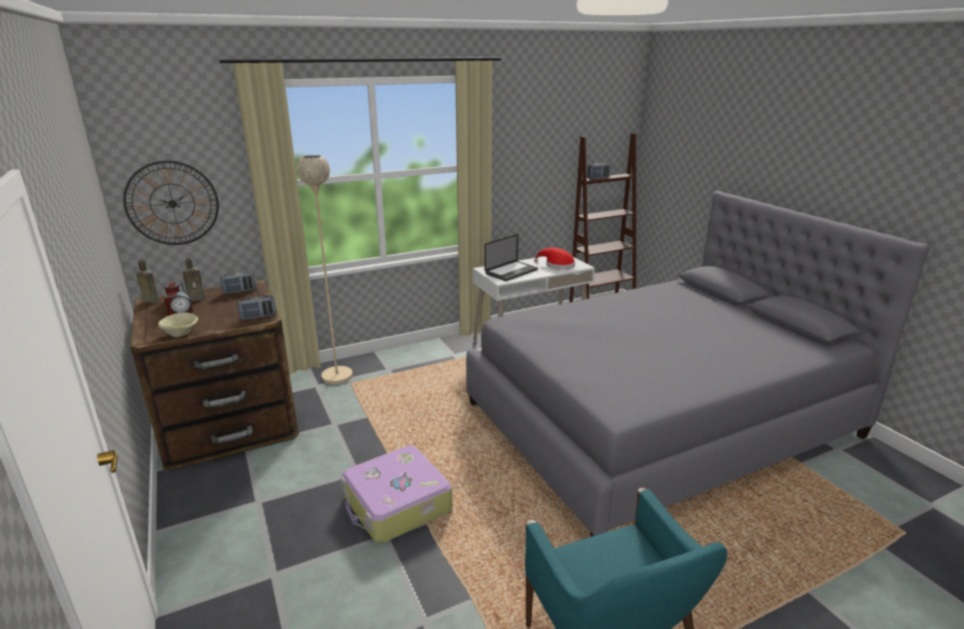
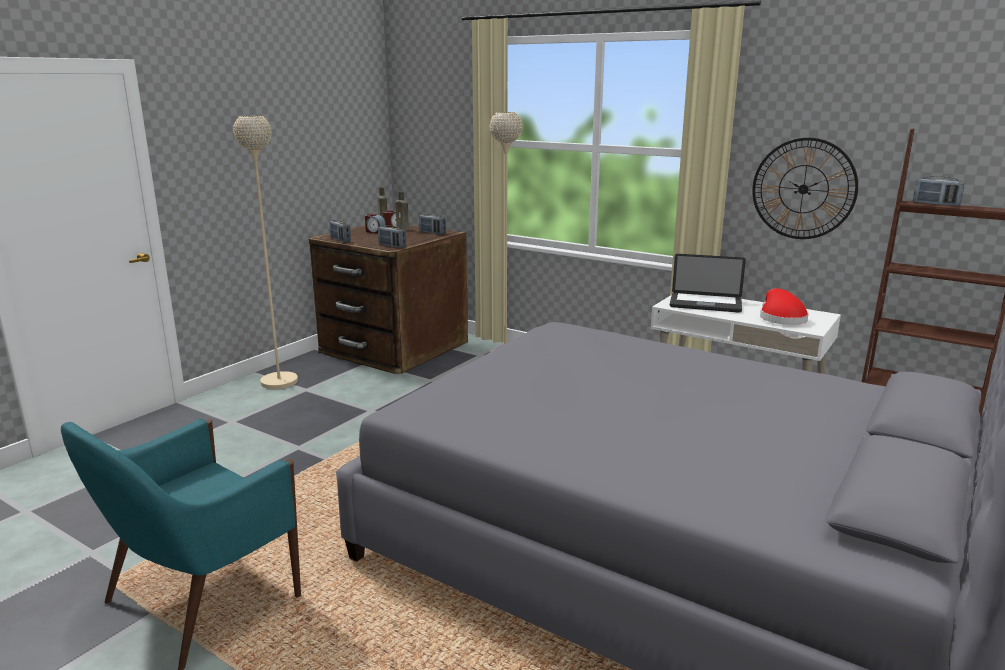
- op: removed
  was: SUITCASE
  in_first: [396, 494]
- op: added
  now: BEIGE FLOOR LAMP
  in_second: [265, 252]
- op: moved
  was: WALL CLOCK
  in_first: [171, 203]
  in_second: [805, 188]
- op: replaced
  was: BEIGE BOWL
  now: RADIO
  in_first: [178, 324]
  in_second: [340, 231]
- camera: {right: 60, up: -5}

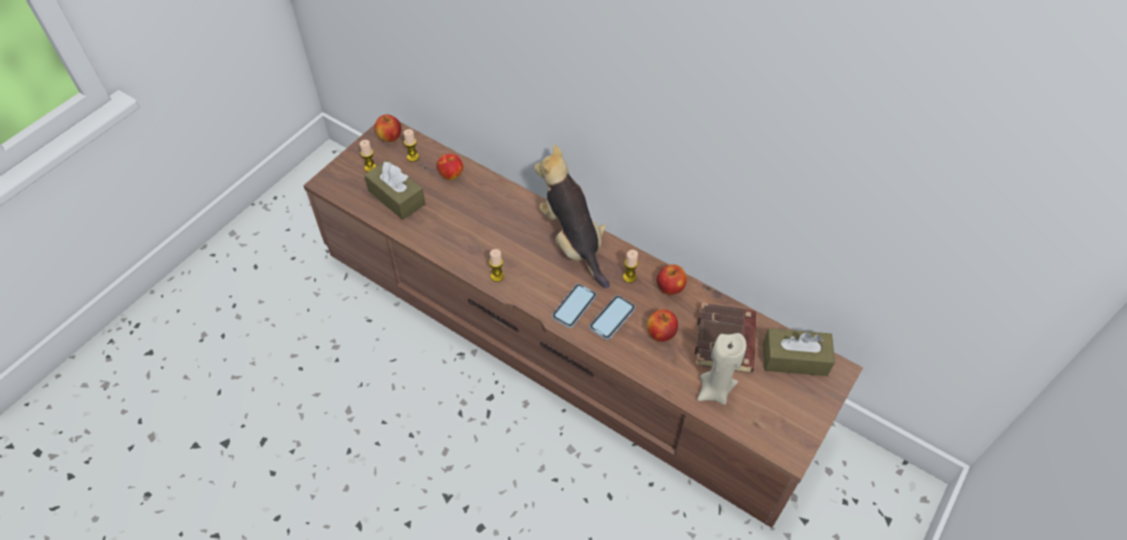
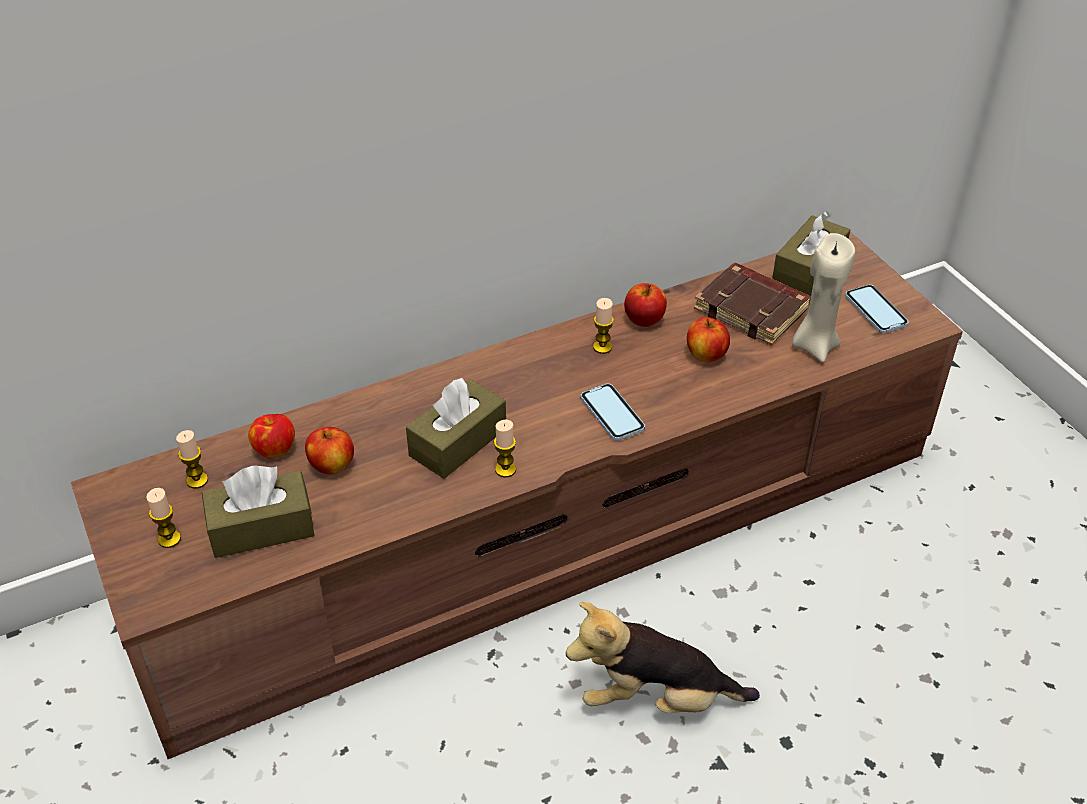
- op: added
  now: BROWN TISSUE BOX
  in_second: [456, 428]
- op: moved
  was: APPLE
  in_first: [388, 128]
  in_second: [329, 450]
- op: moved
  was: PLUSH TOY
  in_first: [572, 216]
  in_second: [663, 657]
- op: moved
  was: PHONE
  in_first: [612, 317]
  in_second: [877, 308]
- camera: {right: -60, up: -10}

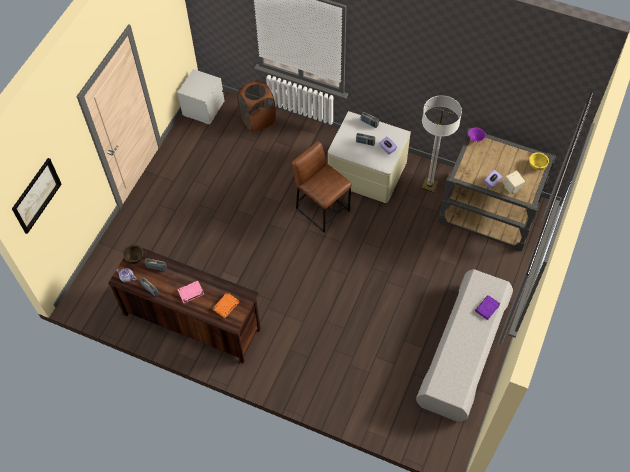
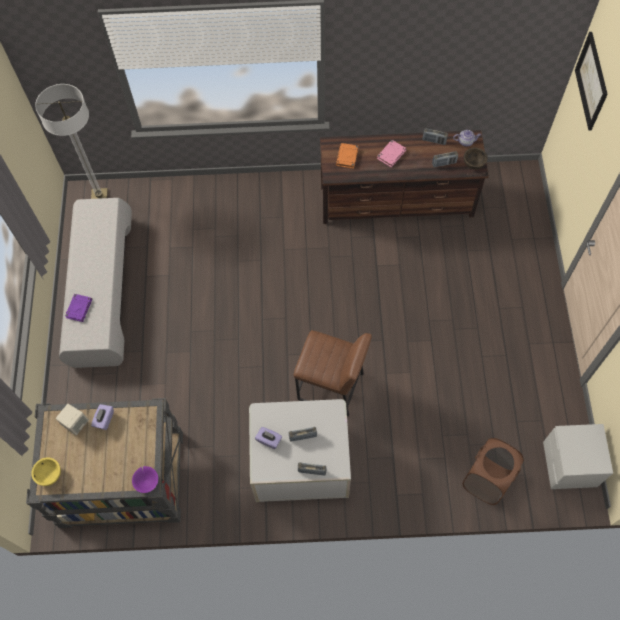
- op: moved
  was: FLOOR LAMP
  in_first: [441, 144]
  in_second: [71, 141]
- camera: {right: 155, up: 5}

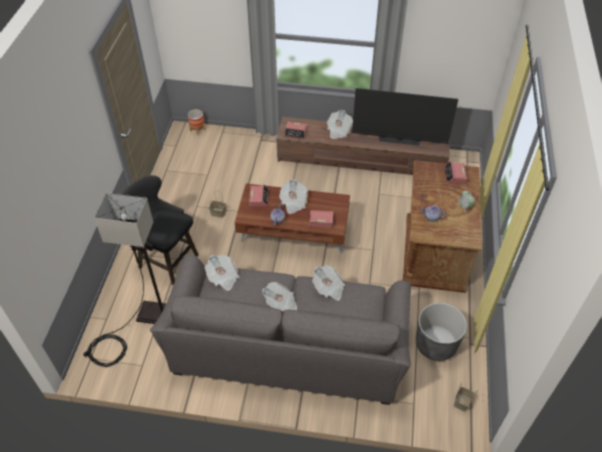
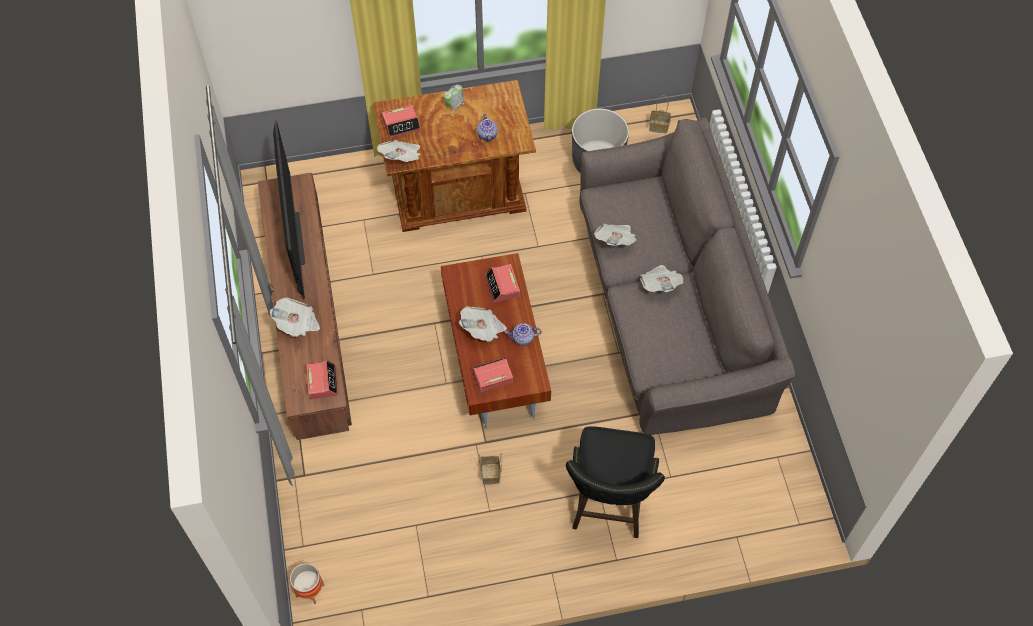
- op: removed
  was: FLOOR LAMP
  in_first: [124, 280]
- op: moved
  was: NEWSPAPER
  in_first: [222, 272]
  in_second: [399, 151]
- camera: {right: -110, up: 10}

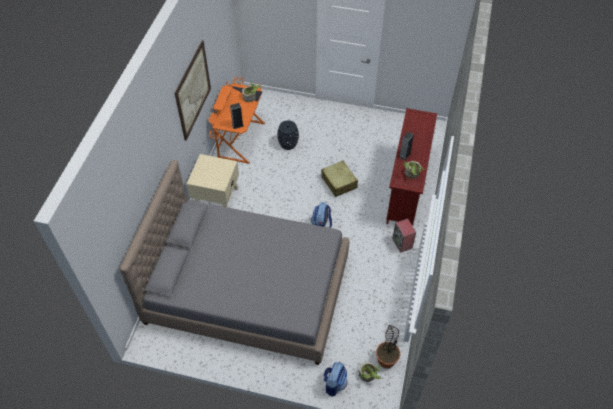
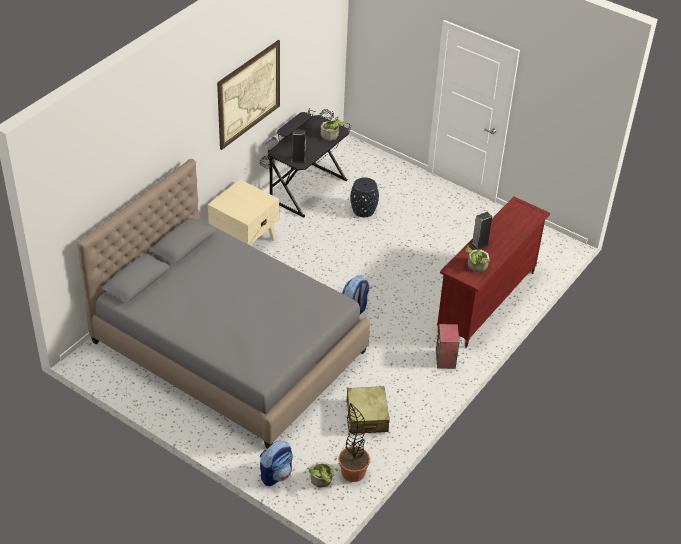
- op: moved
  was: BEIGE SUITCASE
  in_first: [339, 179]
  in_second: [368, 410]
- op: recoloured
  was: ORANGE DESK
  now: BLACK DESK
  in_first: [236, 120]
  in_second: [305, 163]
- camera: {right: 20, up: -10}

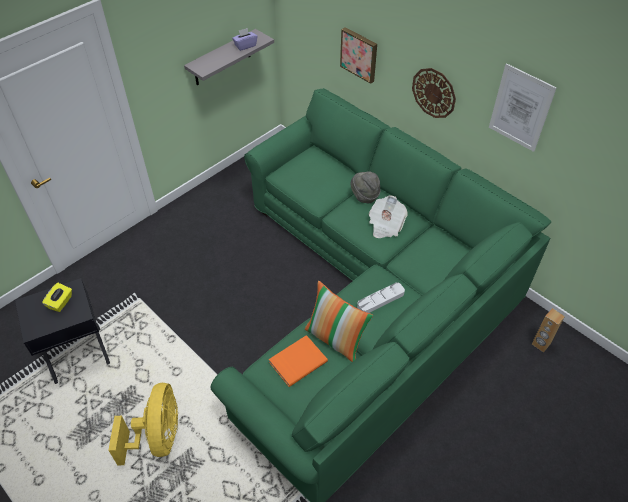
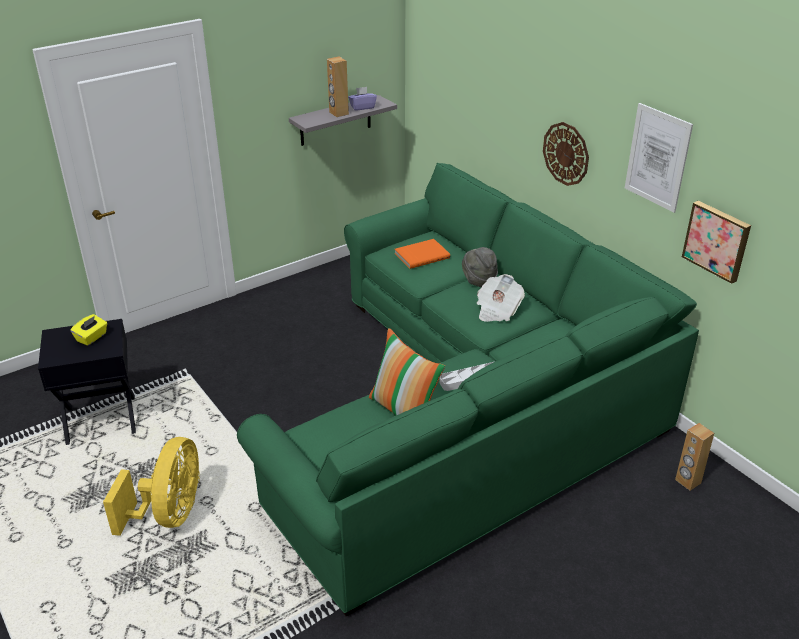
- op: added
  now: BROWN SPEAKER
  in_second: [338, 87]
- op: moved
  was: ORANGE BOOK
  in_first: [298, 361]
  in_second: [422, 254]
- op: moved
  was: PICTURE
  in_first: [358, 55]
  in_second: [716, 242]
- camera: {right: 10, up: -15}

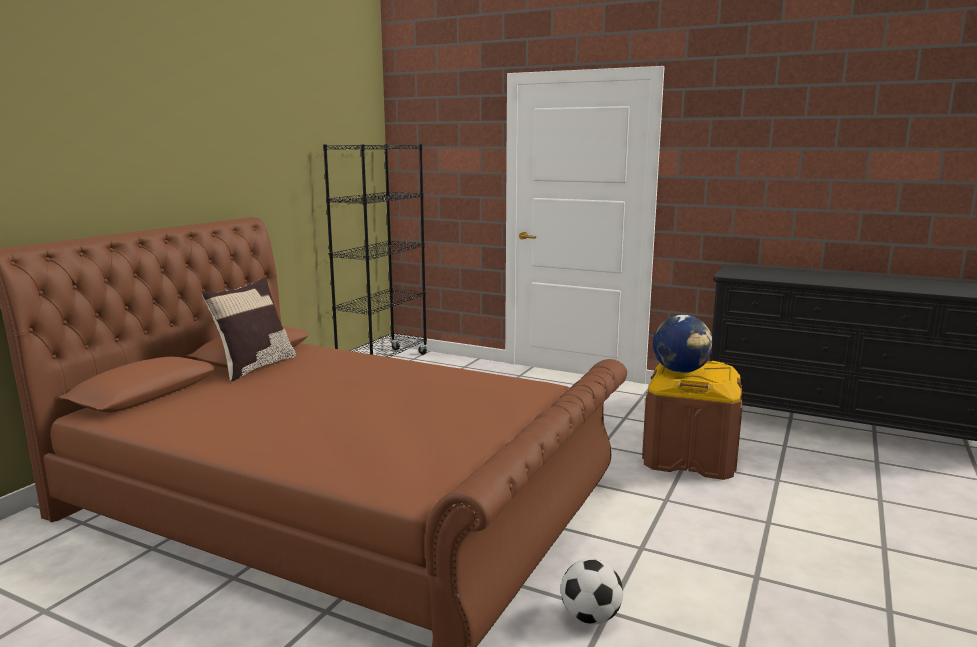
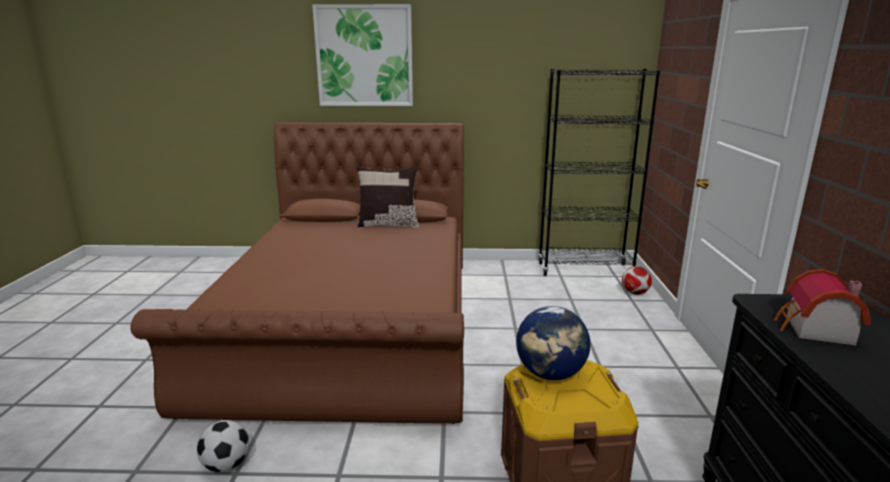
- op: added
  now: PICTURE
  in_second: [362, 55]
- op: added
  now: FOOTBALL
  in_second: [637, 280]
- op: added
  now: TOY HOUSE
  in_second: [822, 307]
- camera: {right: 65, up: 5}

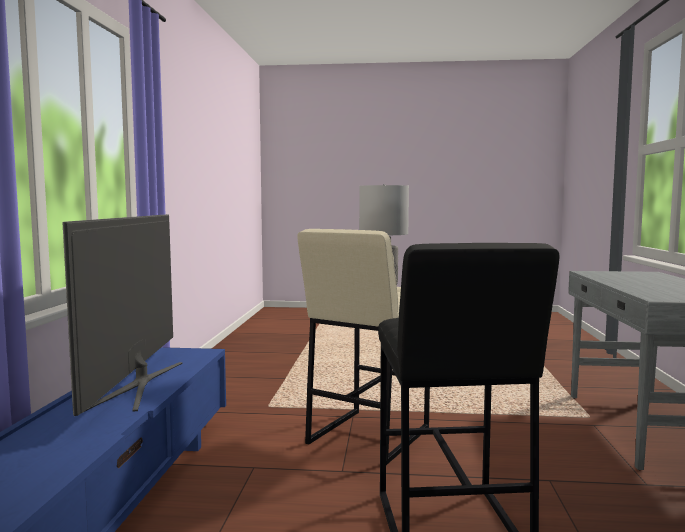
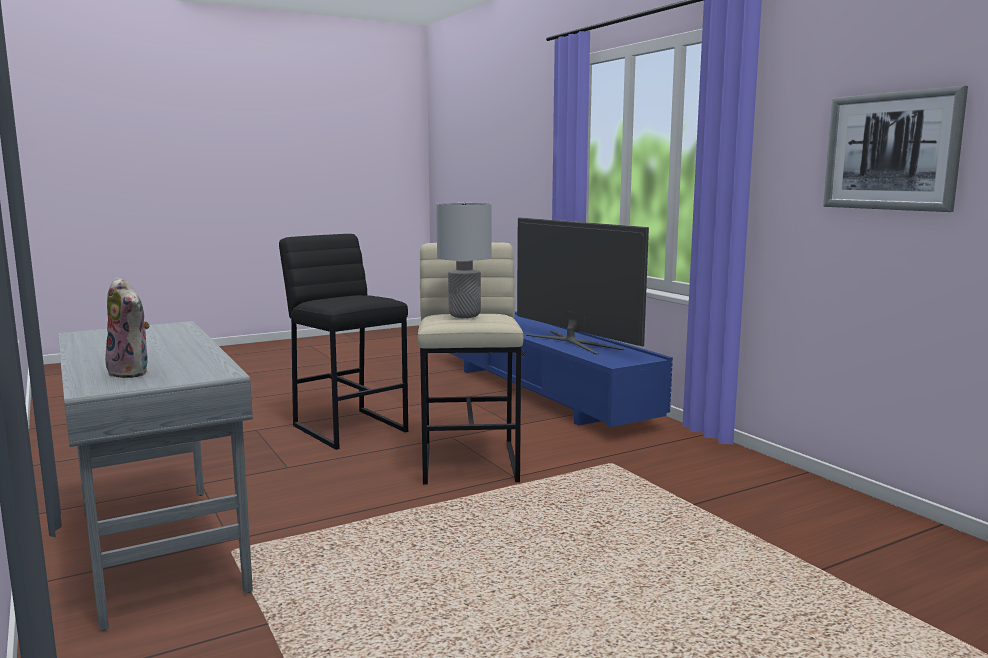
- op: added
  now: PLUSH TOY
  in_second: [127, 327]
- op: added
  now: PICTURE
  in_second: [895, 149]
- camera: {right: 145, up: 5}

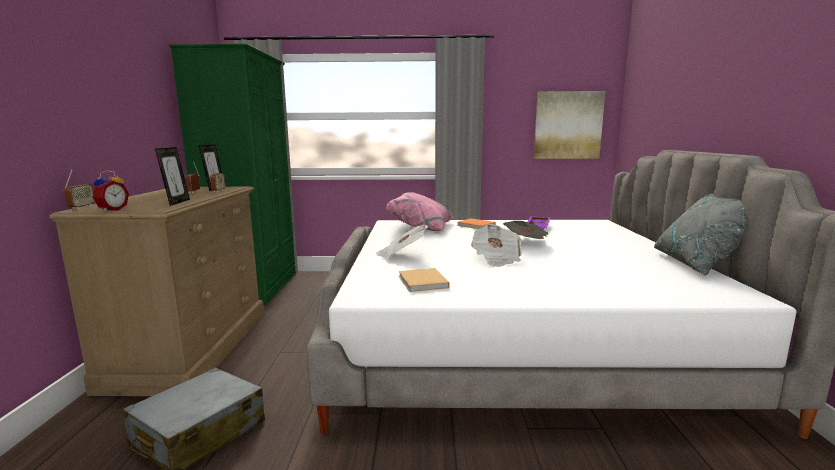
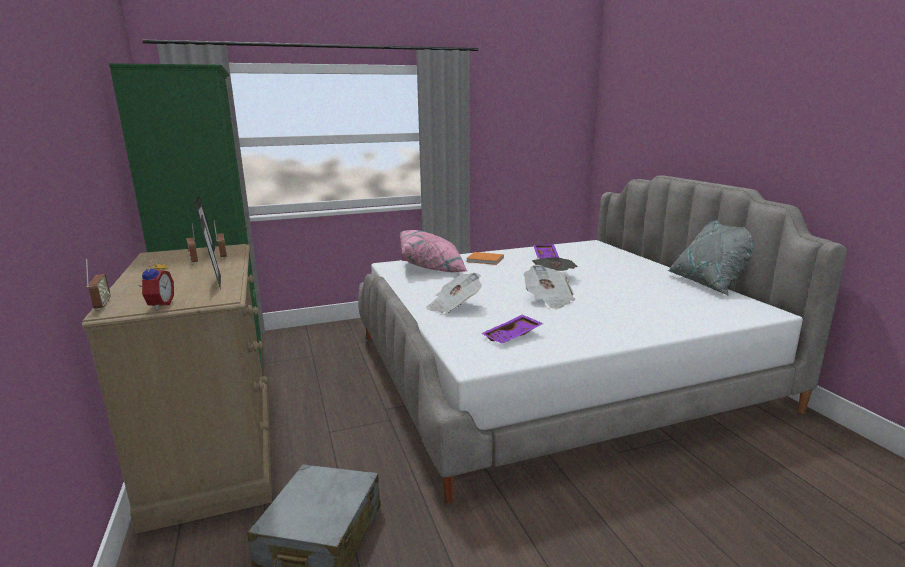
- op: removed
  was: PICTURE
  in_first: [569, 125]
- op: replaced
  was: BEIGE BOOK
  now: PURPLE TRAY
  in_first: [424, 280]
  in_second: [512, 329]
- camera: {right: -20, up: 5}

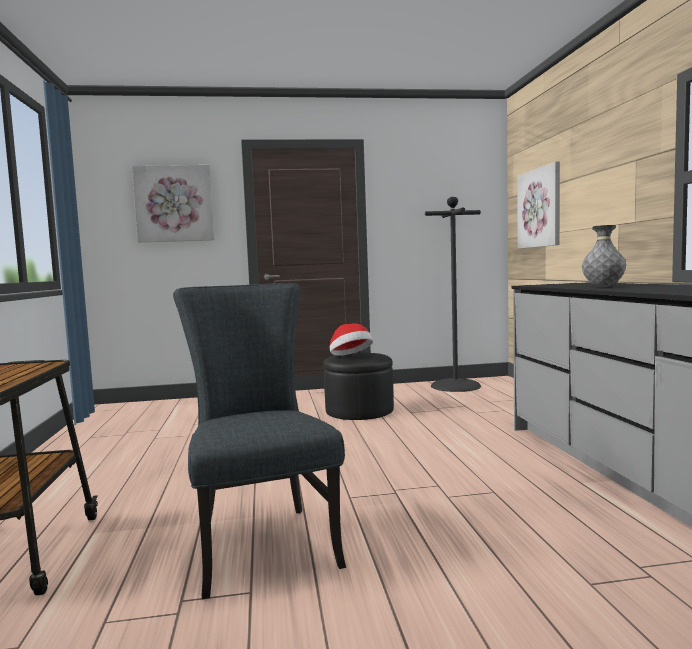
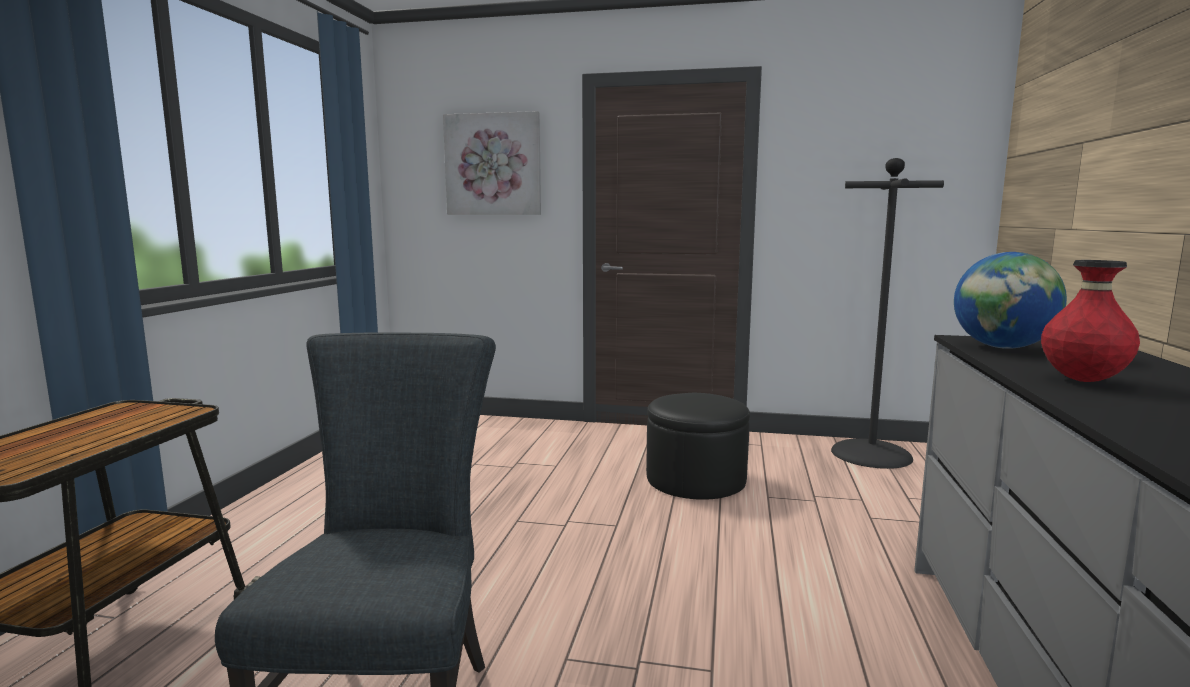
- op: removed
  was: HAT
  in_first: [351, 340]
- op: removed
  was: PICTURE
  in_first: [538, 205]
- op: added
  now: GLOBE
  in_second: [1010, 300]
- op: recoloured
  was: GREY VASE
  now: RED VASE
  in_first: [604, 256]
  in_second: [1090, 321]
- camera: {right: 20, up: 5}

